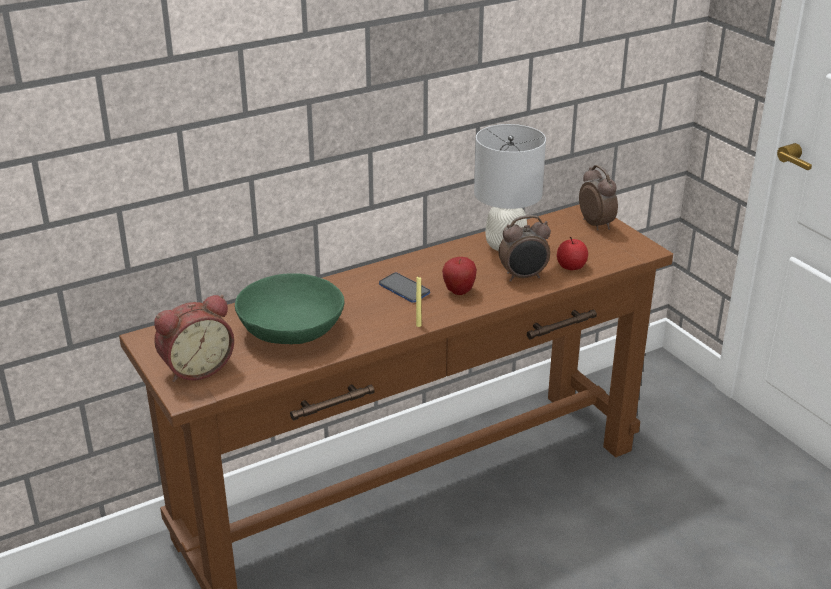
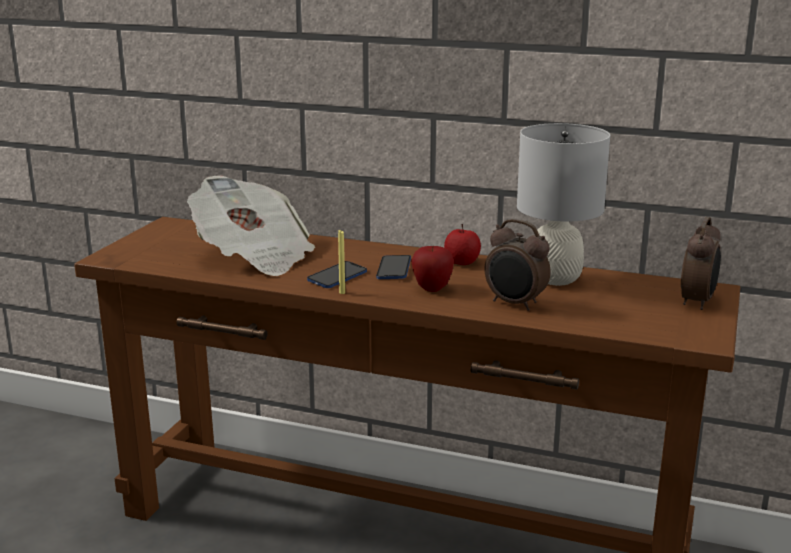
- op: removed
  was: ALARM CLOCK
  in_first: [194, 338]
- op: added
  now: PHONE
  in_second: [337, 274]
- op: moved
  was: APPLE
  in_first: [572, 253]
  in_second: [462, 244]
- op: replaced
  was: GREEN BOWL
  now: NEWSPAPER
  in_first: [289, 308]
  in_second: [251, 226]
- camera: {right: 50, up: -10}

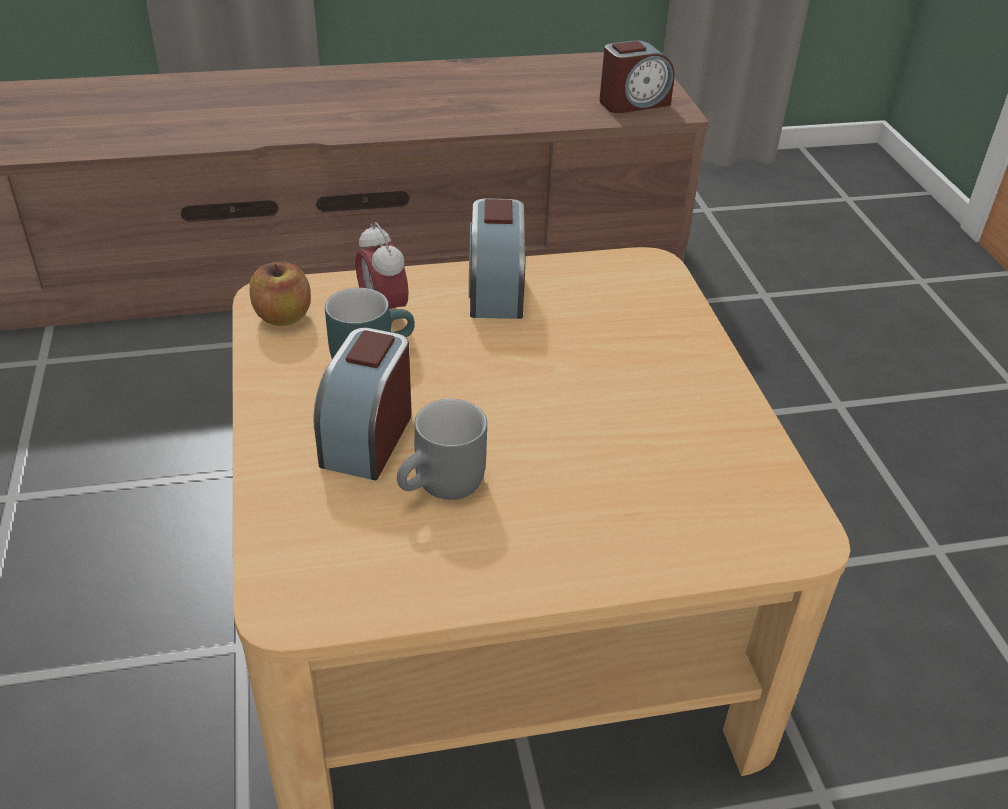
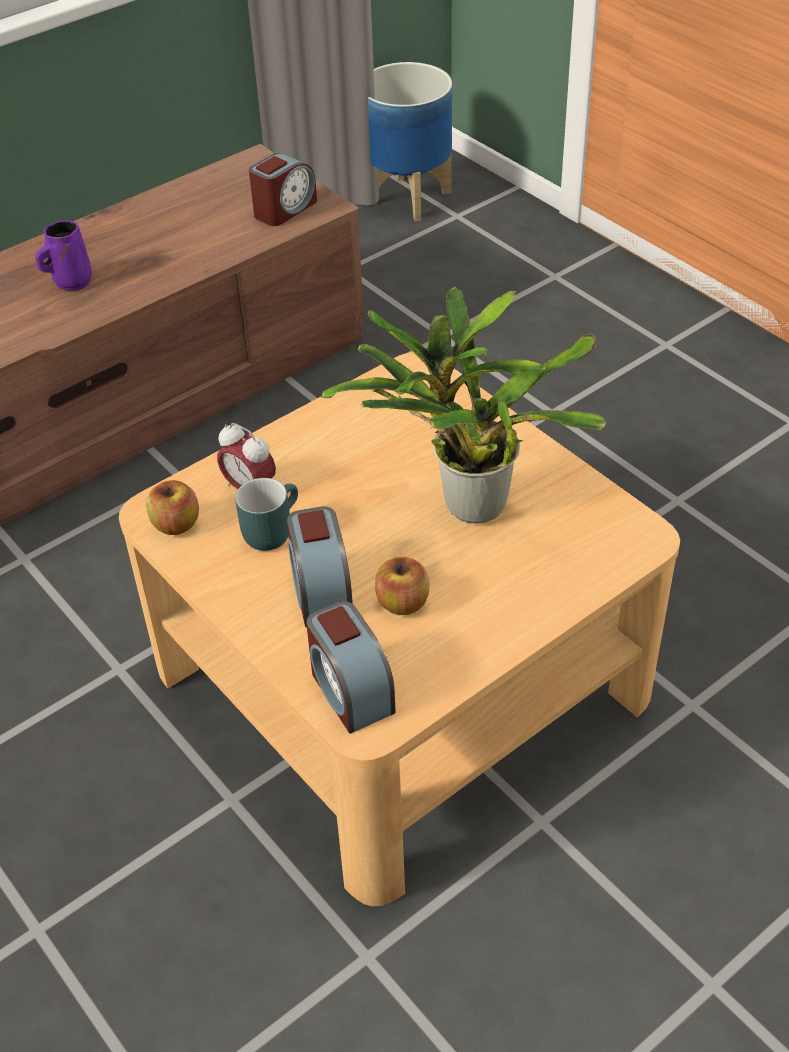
- op: added
  now: PURPLE MUG
  in_second: [64, 255]
- op: added
  now: POTTED PLANT
  in_second: [463, 405]
- op: added
  now: PLANTER
  in_second: [410, 141]
- op: moved
  was: ALARM CLOCK
  in_first: [497, 258]
  in_second: [351, 667]
- op: replaced
  was: GREY MUG
  now: APPLE
  in_first: [442, 449]
  in_second: [402, 586]
- camera: {right: -25, up: 5}

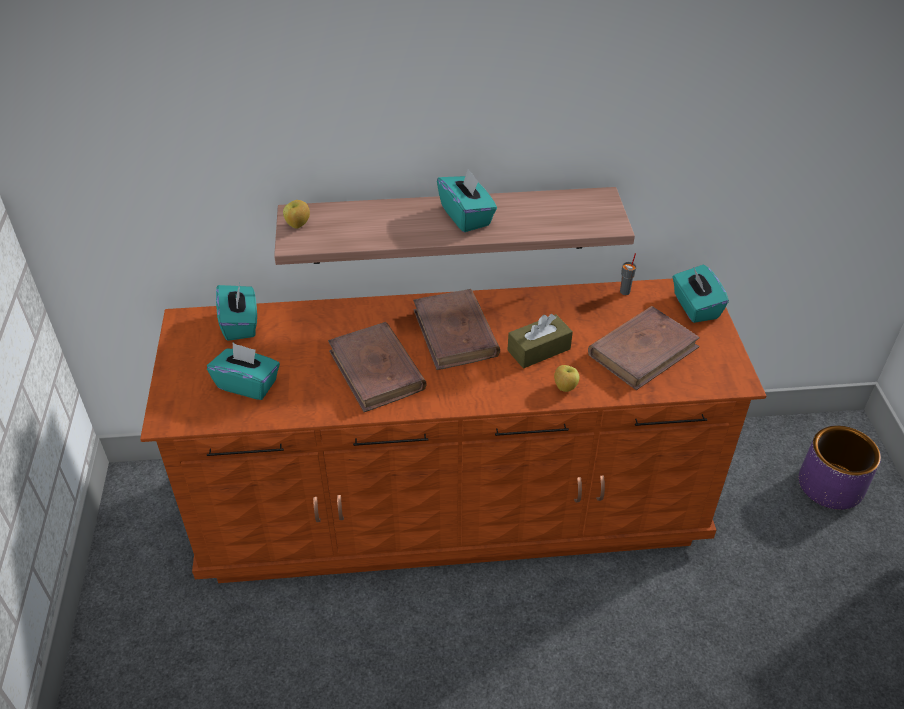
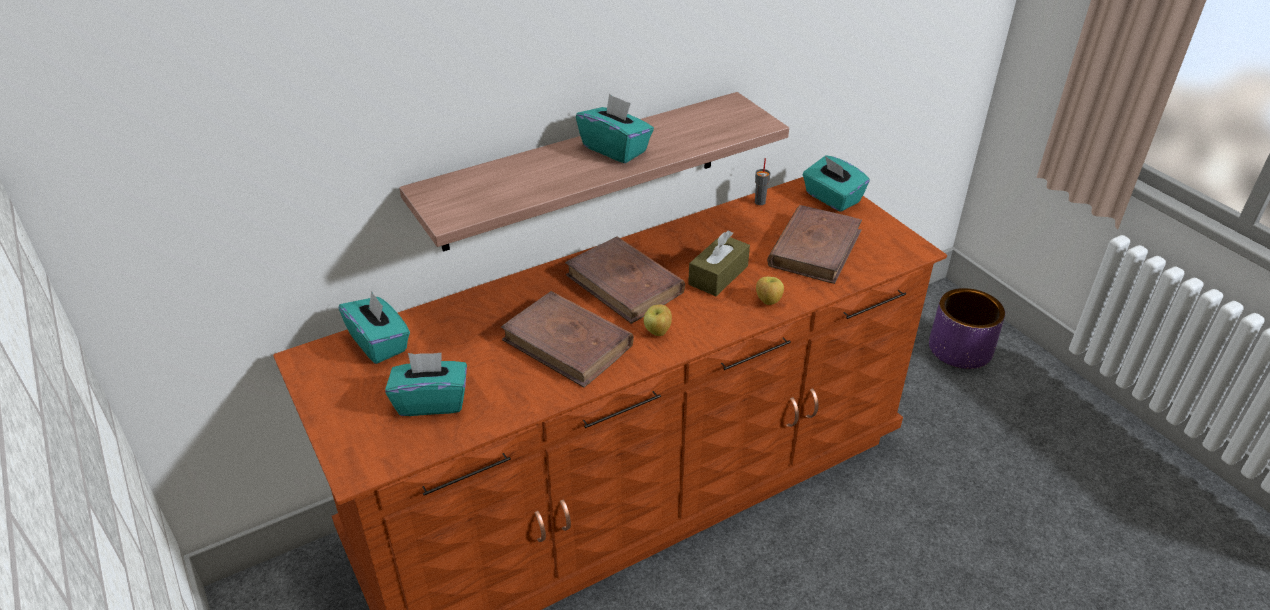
- op: moved
  was: APPLE
  in_first: [296, 214]
  in_second: [658, 320]
- camera: {right: -25, up: -5}

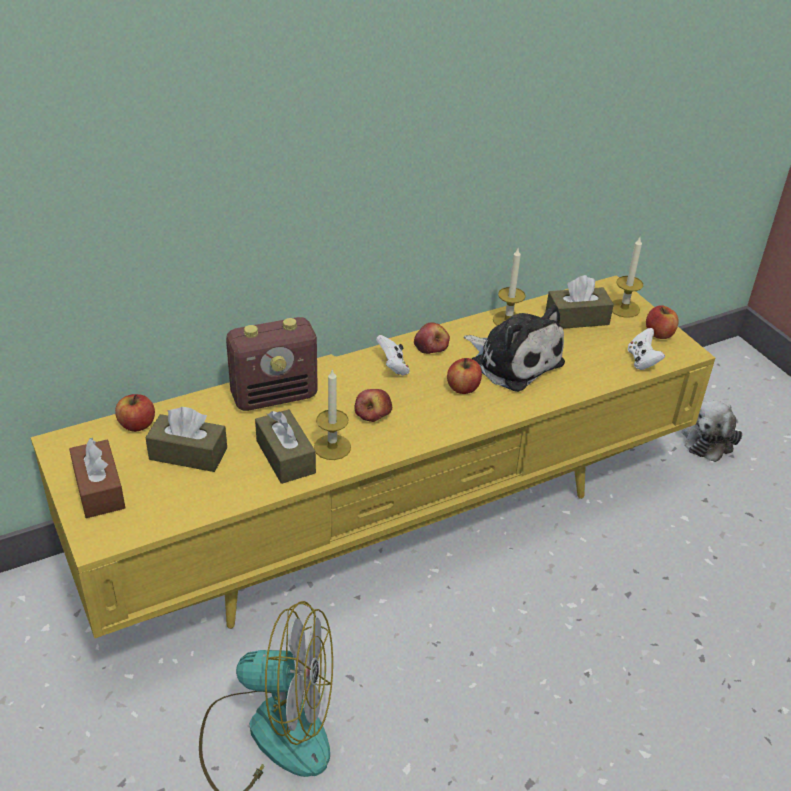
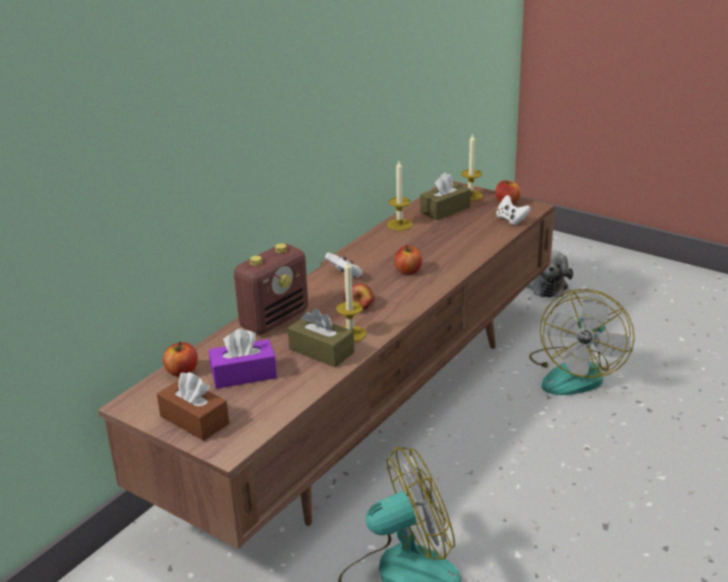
- op: removed
  was: APPLE
  in_first: [432, 338]
- op: removed
  was: PLUSH TOY
  in_first: [514, 348]
- op: added
  now: FAN
  in_second: [582, 342]
- op: recoloured
  was: YELLOW TV STAND
  now: BROWN TV STAND
  in_first: [373, 456]
  in_second: [326, 365]
- op: recoloured
  was: BROWN TISSUE BOX
  now: PURPLE TISSUE BOX
  in_first: [186, 439]
  in_second: [243, 358]
- camera: {right: -25, up: -10}

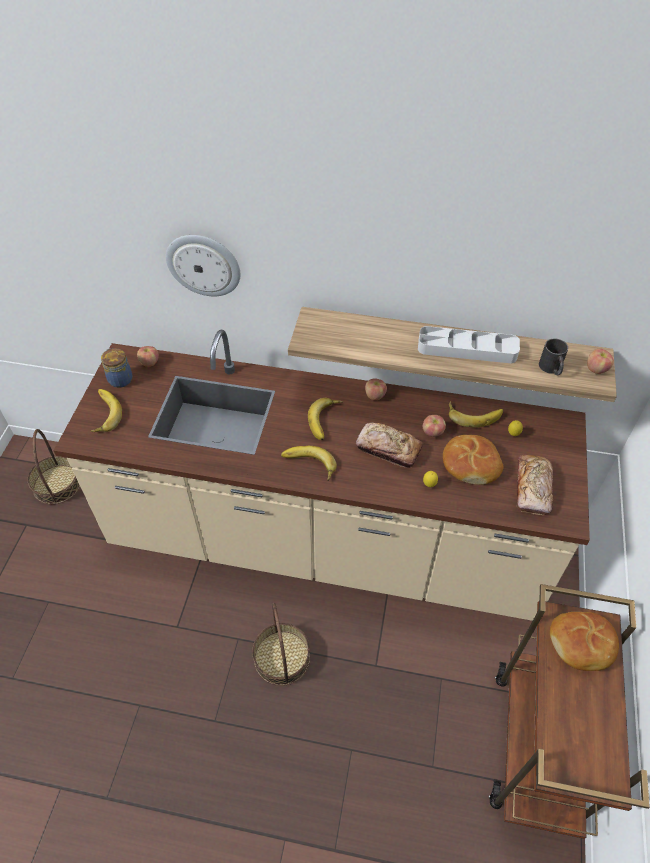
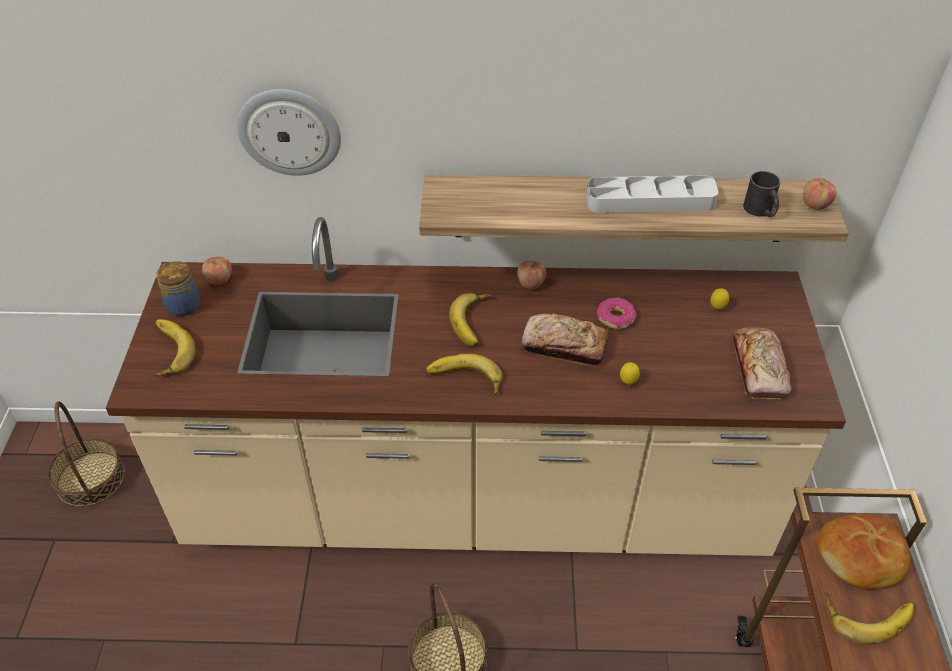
- op: removed
  was: BREAD
  in_first: [473, 460]
- op: moved
  was: BANANA
  in_first: [476, 414]
  in_second: [870, 621]
- op: replaced
  was: APPLE
  now: DONUT
  in_first: [434, 426]
  in_second: [617, 313]
- camera: {right: -10, up: -5}

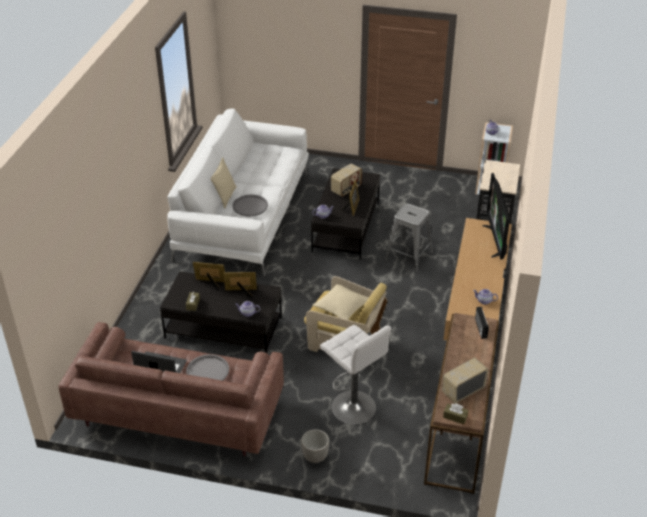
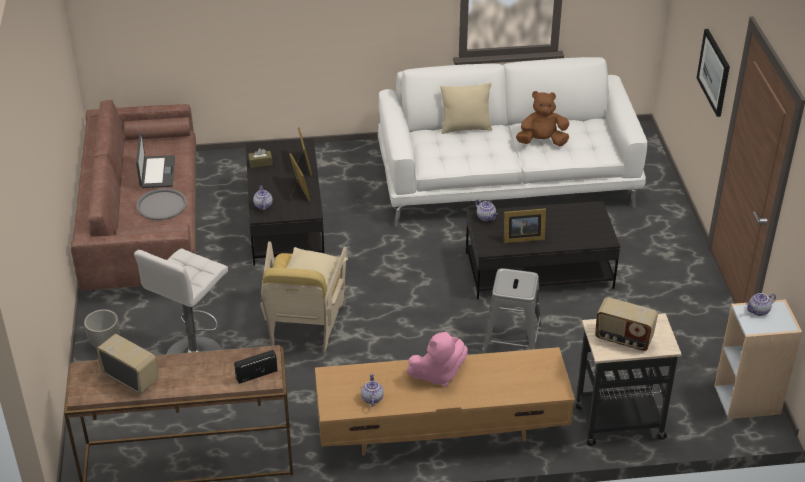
- op: removed
  was: GREY TRAY
  in_first: [250, 205]
- op: removed
  was: BROWN TISSUE BOX
  in_first: [455, 413]
- op: removed
  was: TELEVISION
  in_first: [496, 216]
- op: added
  now: PINK PLUSH TOY
  in_second: [437, 359]
- op: added
  now: BROWN PLUSH TOY
  in_second: [542, 118]
- op: added
  now: PICTURE
  in_second: [713, 73]
- op: moved
  was: RADIO
  in_first: [346, 180]
  in_second: [626, 324]
- camera: {right: 70, up: 0}

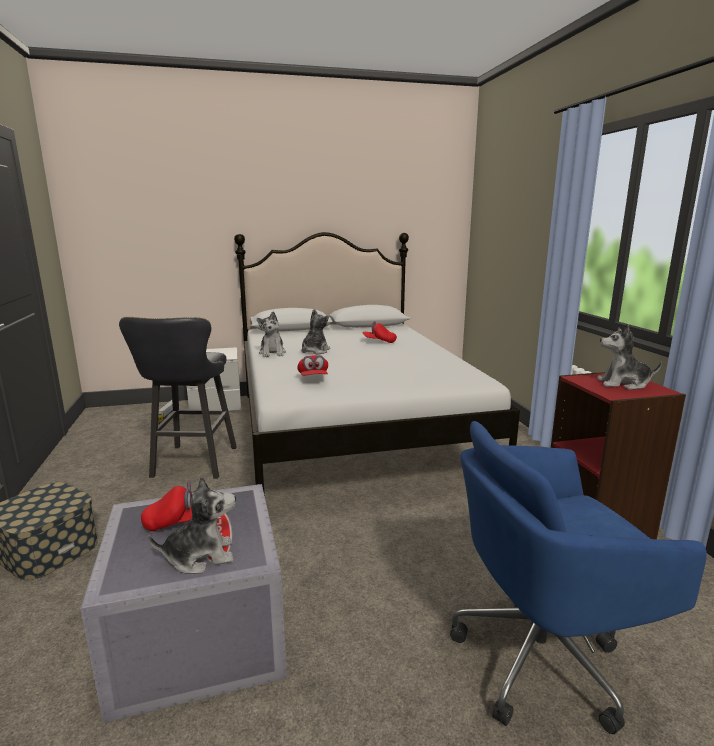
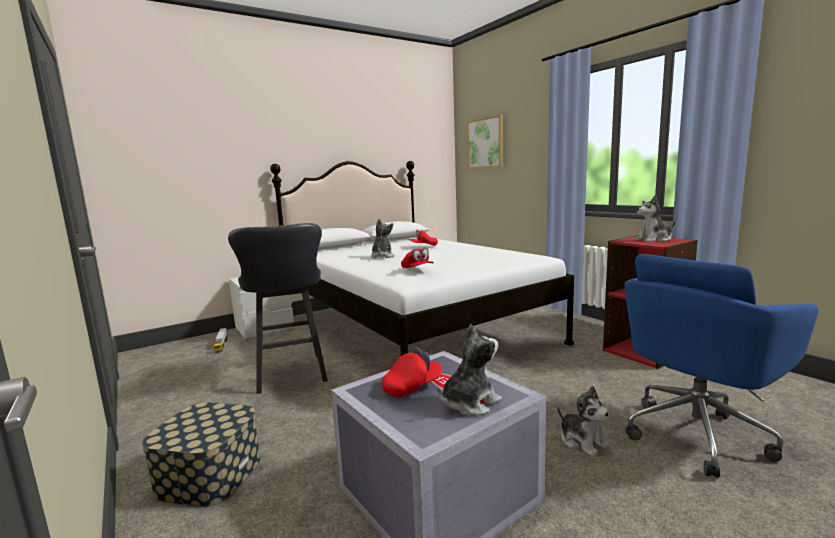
- op: added
  now: PICTURE
  in_second: [485, 142]
- op: moved
  was: PLUSH TOY
  in_first: [271, 334]
  in_second: [583, 421]
- camera: {right: -20, up: -5}

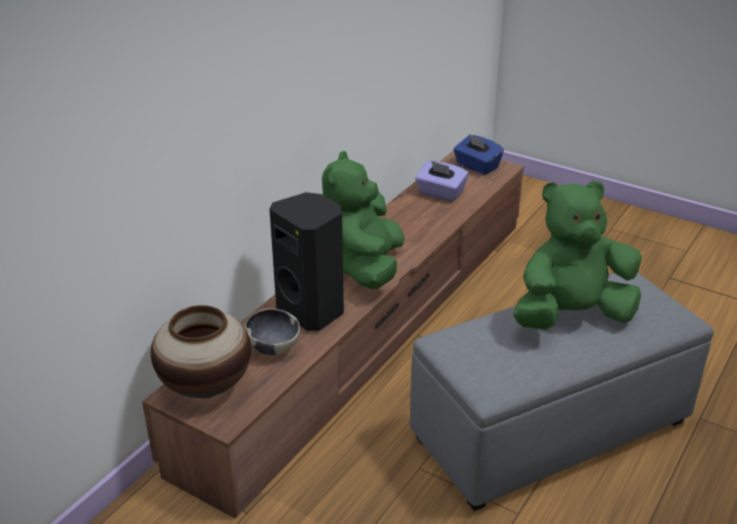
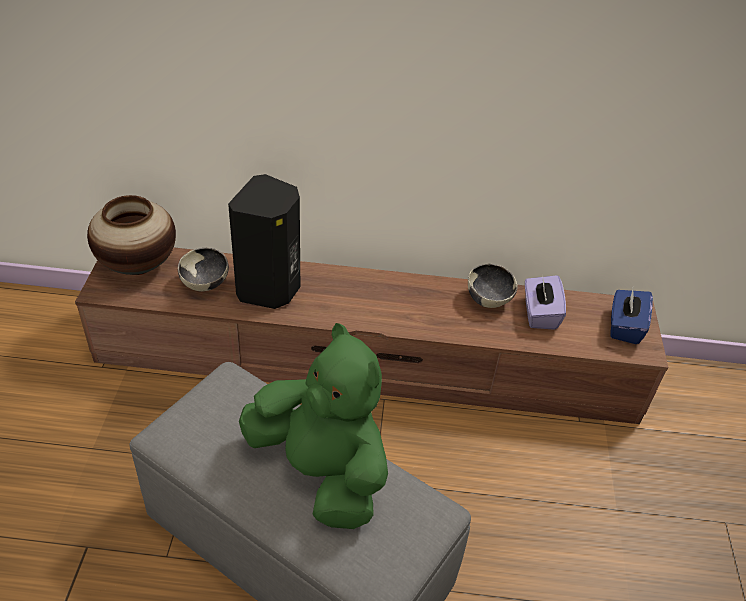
- op: removed
  was: GREEN PLUSH TOY
  in_first: [363, 220]
- op: added
  now: BOWL
  in_second: [493, 286]
- camera: {right: 60, up: 10}

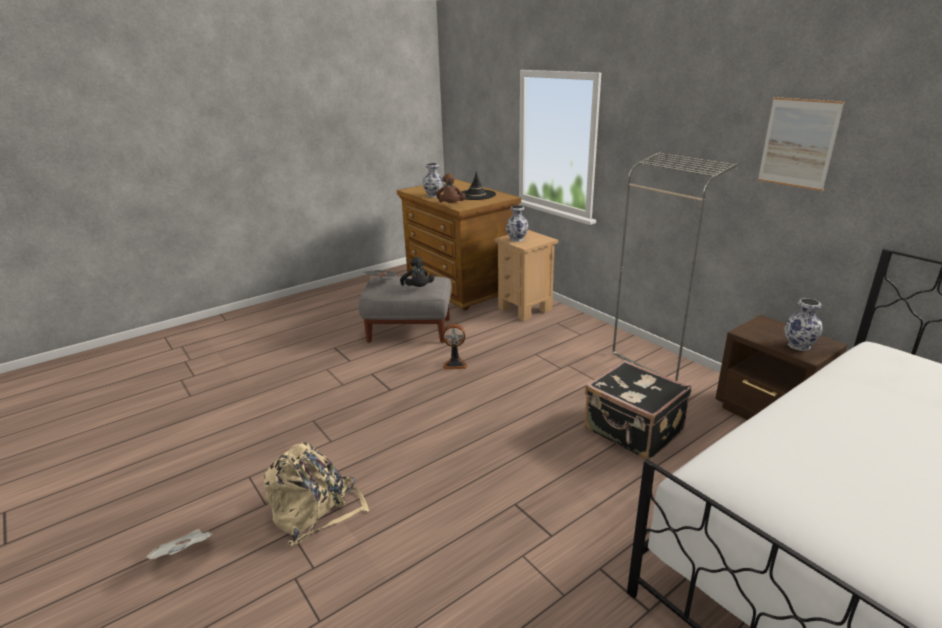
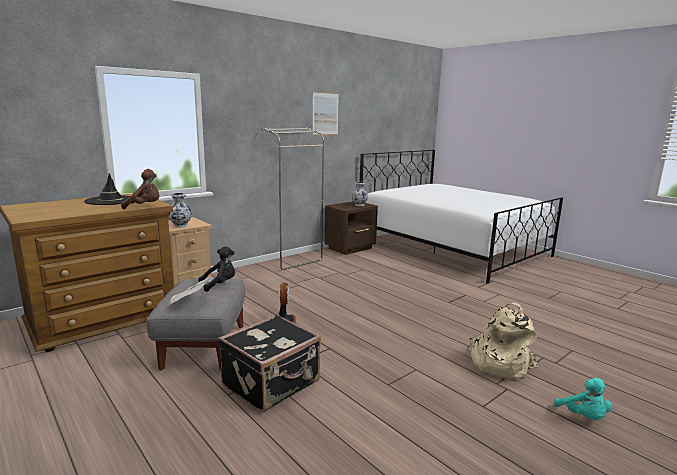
- op: removed
  was: VASE
  in_first: [433, 180]
- op: moved
  was: BLACK SUITCASE
  in_first: [637, 410]
  in_second: [269, 363]
- op: replaced
  was: NEWSPAPER
  now: TURQUOISE PLUSH TOY
  in_first: [180, 544]
  in_second: [583, 399]
- camera: {right: -95, up: -10}

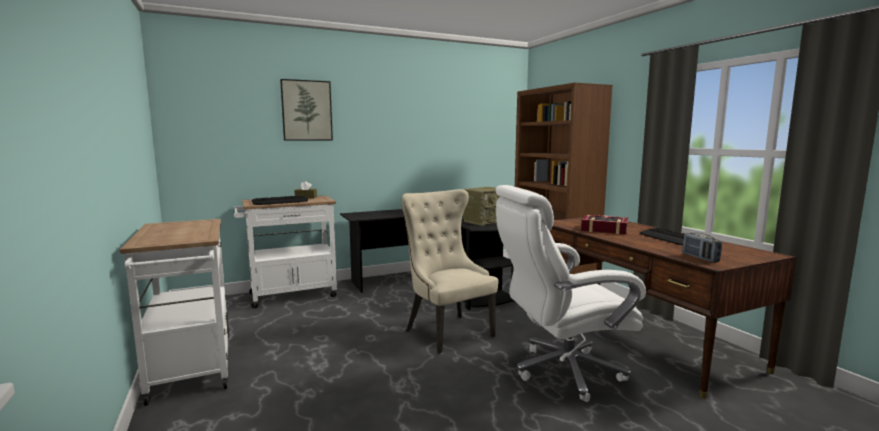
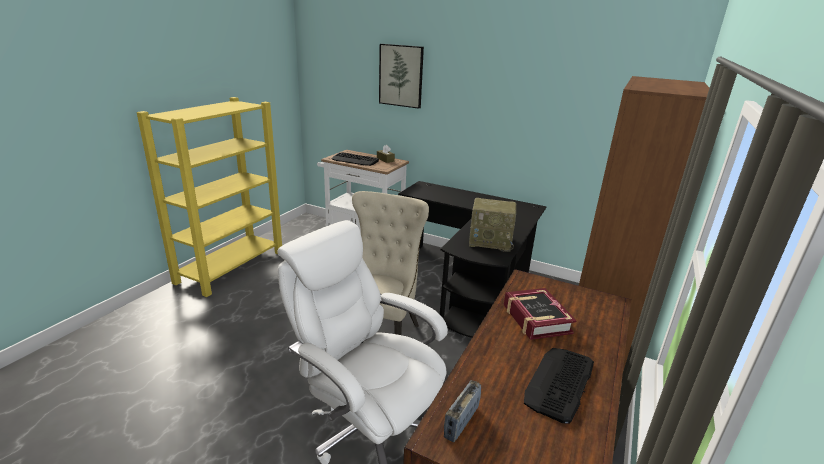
- op: replaced
  was: WHITE CART
  now: YELLOW BOOKCASE
  in_first: [174, 312]
  in_second: [209, 197]
- camera: {right: 50, up: 15}

